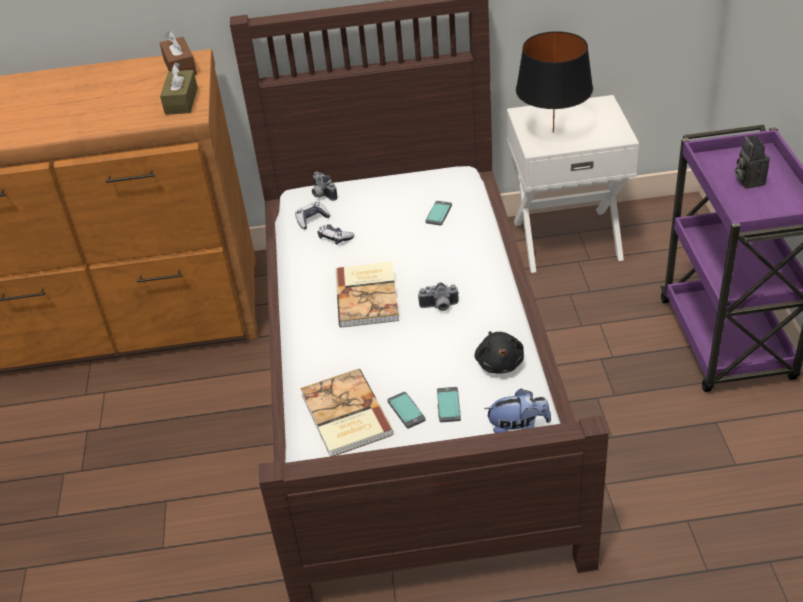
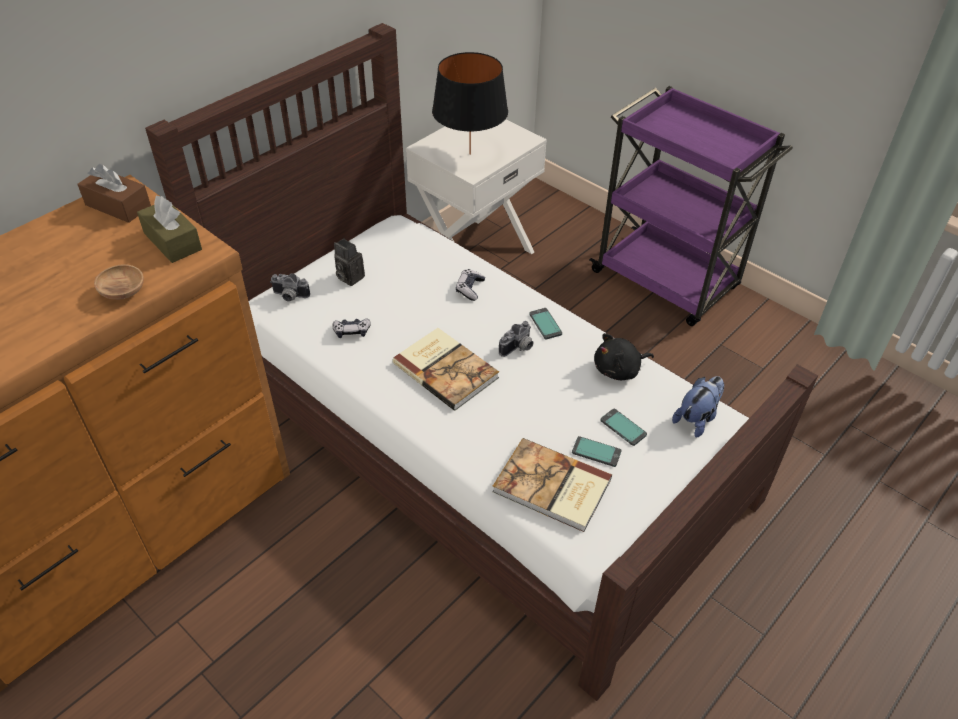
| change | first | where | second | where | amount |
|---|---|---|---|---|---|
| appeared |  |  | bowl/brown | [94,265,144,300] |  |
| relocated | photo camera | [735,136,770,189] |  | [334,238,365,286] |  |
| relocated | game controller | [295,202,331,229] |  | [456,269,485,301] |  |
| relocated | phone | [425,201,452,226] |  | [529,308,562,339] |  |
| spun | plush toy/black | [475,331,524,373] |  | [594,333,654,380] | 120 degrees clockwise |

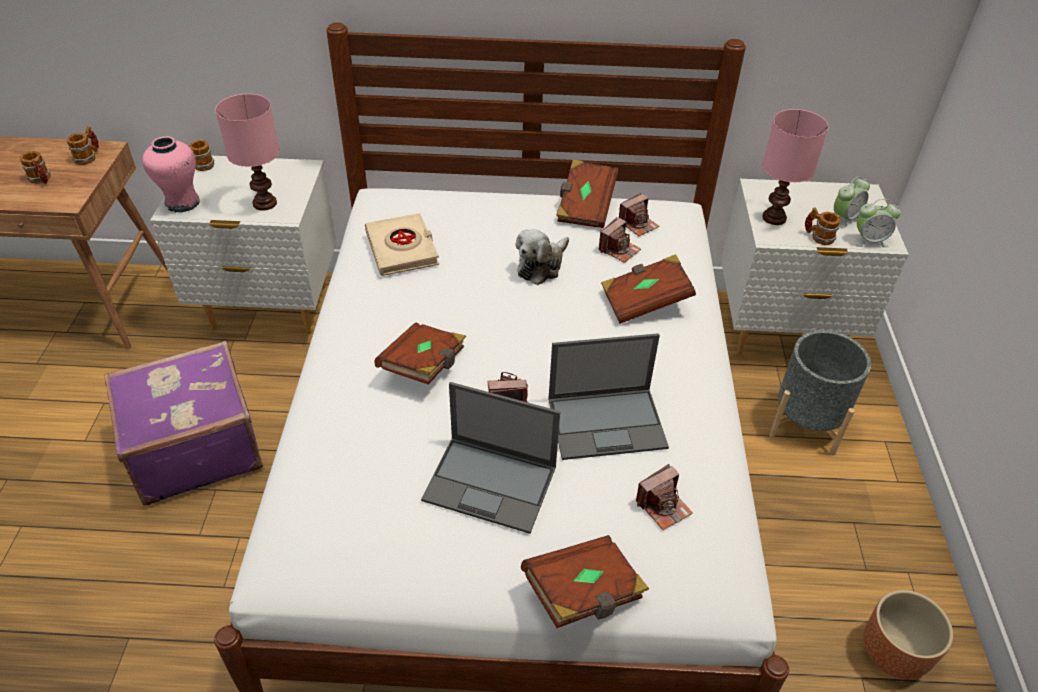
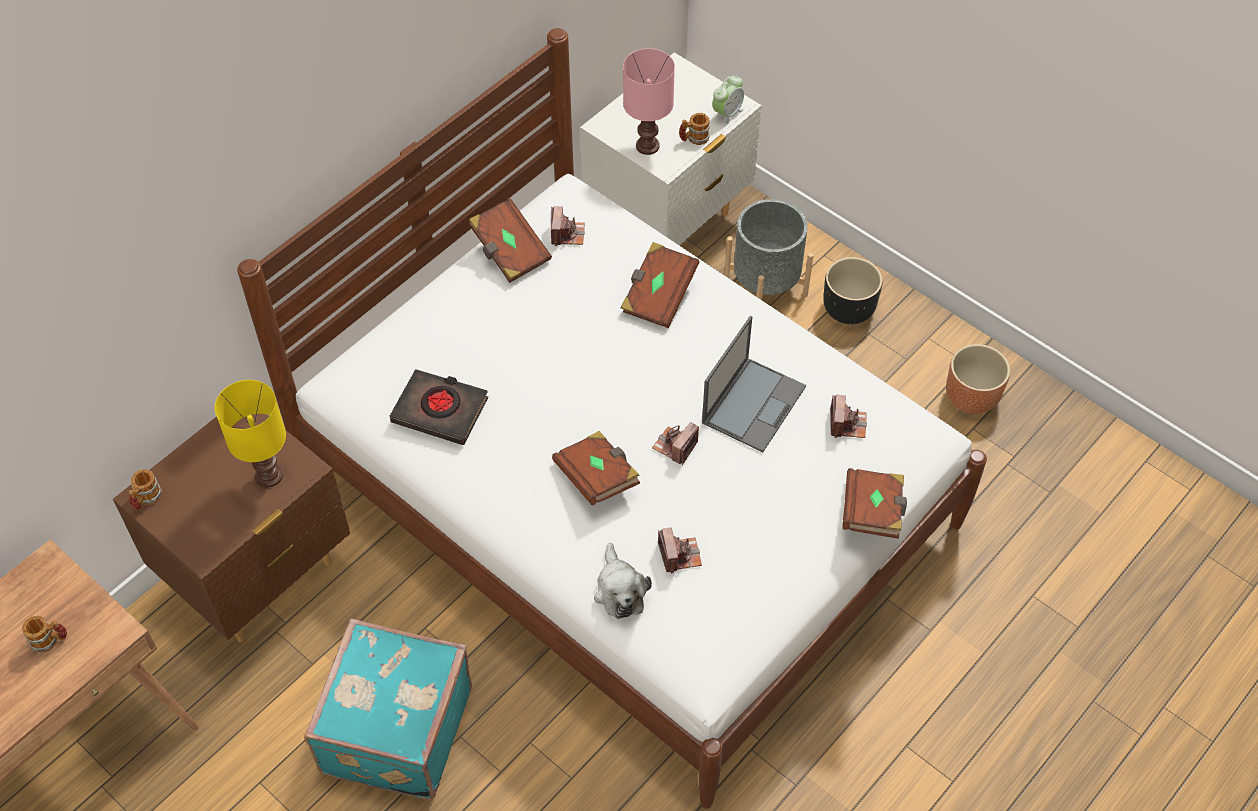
| change | first | where | second | where | amount |
|---|---|---|---|---|---|
| colour | nightstand/white | [150,156,337,334] | nightstand/brown | [113,414,350,642] |  |
| colour | table lamp/pink | [215,94,280,210] | table lamp/yellow | [215,380,286,487] |  |
| colour | suitcase/purple | [104,341,263,506] | suitcase/turquoise | [304,619,472,800] |  |
| colour | book/beige | [365,213,439,276] | book/black | [390,369,488,445] |  |
| relocated | plush toy | [516,229,569,285] |  | [594,543,652,619] |  |
| relocated | photo camera | [599,217,641,263] |  | [658,528,702,574] |  |
| appeared |  |  | planter/black | [823,257,882,324] |  |
| missing | mug | [66,126,99,165] |  |  |  |
| missing | vase/pink | [142,136,200,212] |  |  |  |
| missing | laptop | [421,382,560,534] |  |  |  |
| missing | alarm clock | [834,177,870,229] |  |  |  |

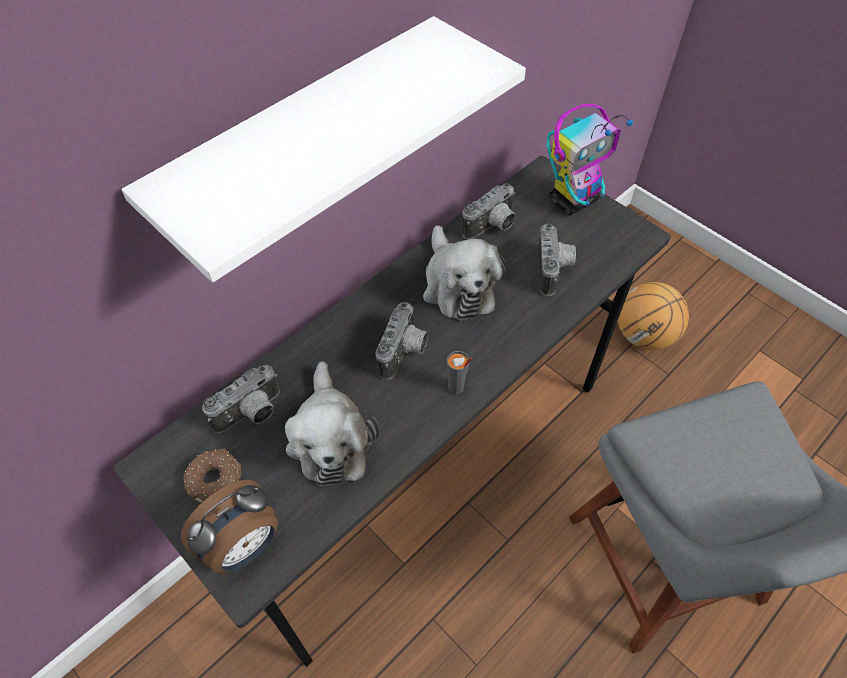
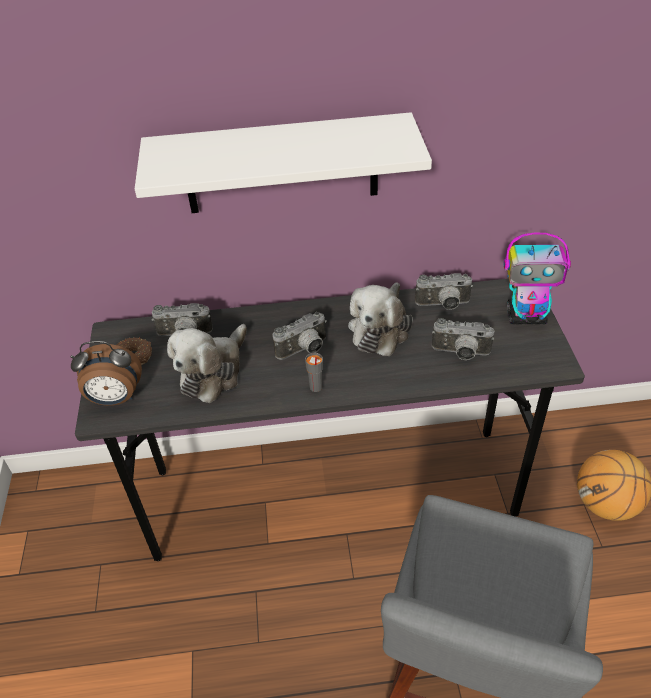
| change | first | where | second | where | amount |
|---|---|---|---|---|---|
| spun | photo camera | [538,224,576,296] |  | [432,318,494,360] | 60 degrees clockwise |

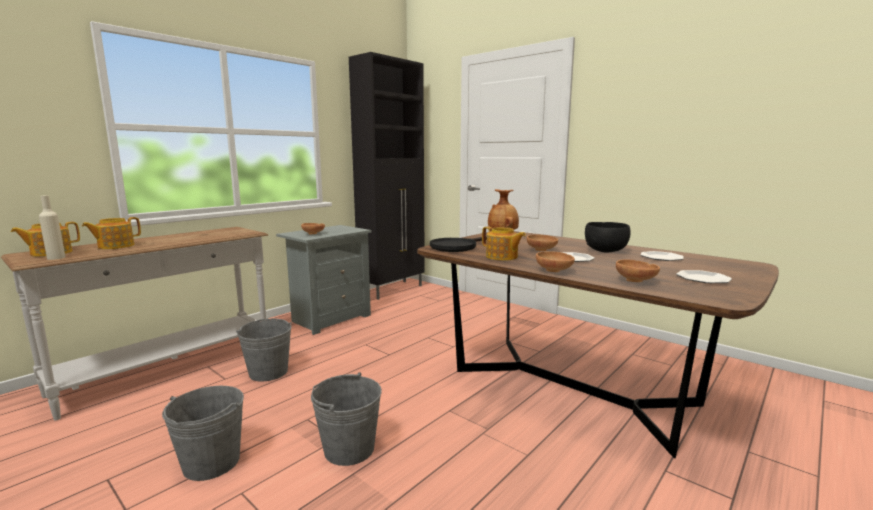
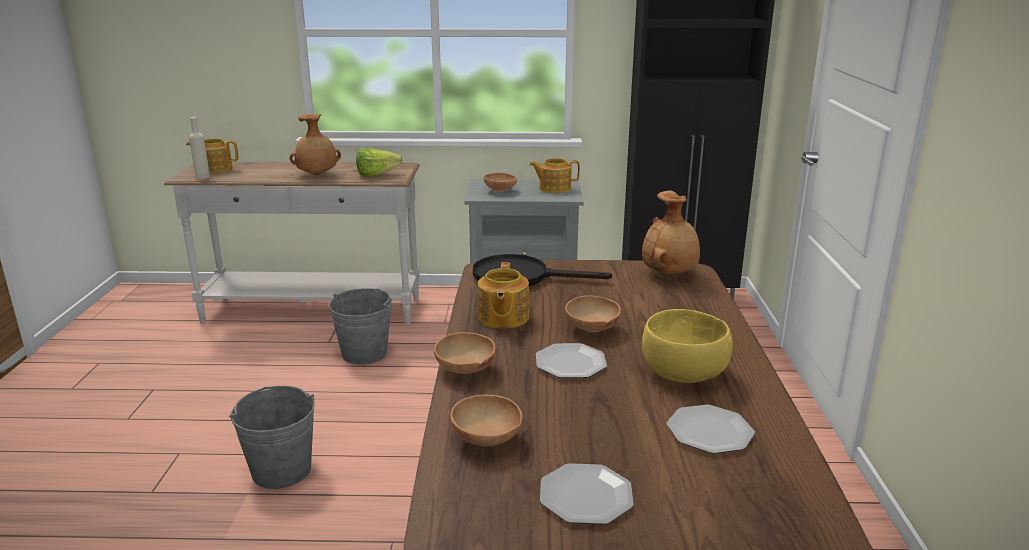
| change | first | where | second | where | amount |
|---|---|---|---|---|---|
| appeared |  |  | vase/brown | [290,114,341,175] |  |
| appeared |  |  | lettuce | [356,148,402,177] |  |
| relocated | teapot | [82,217,141,249] |  | [529,158,580,193] |  |
| colour | bowl/black | [585,222,631,253] | bowl/yellow | [642,309,733,383] |  |
| missing | bucket/grey | [162,386,244,481] |  |  |  |

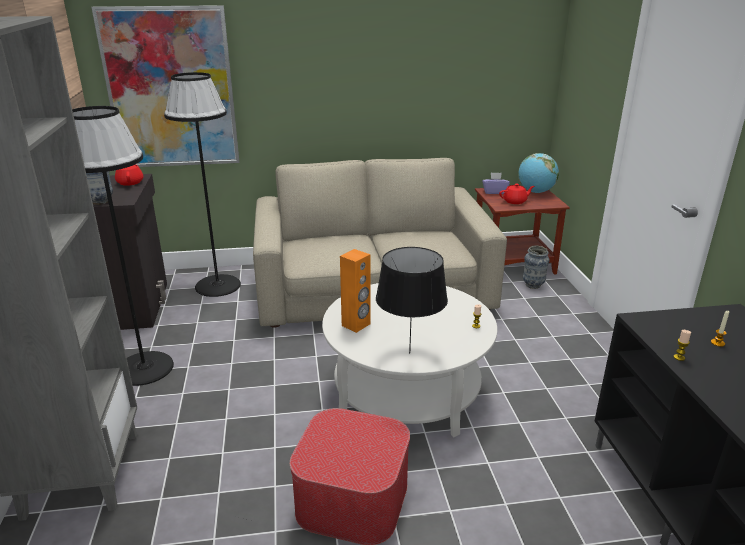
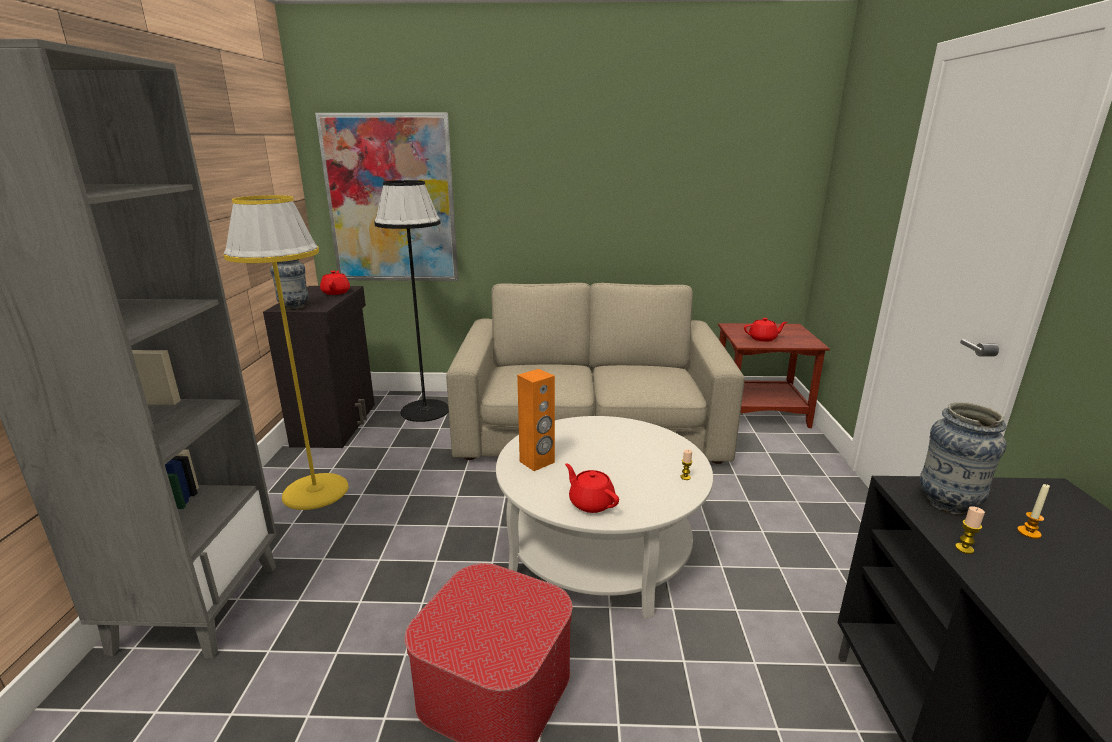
| change | first | where | second | where | amount |
|---|---|---|---|---|---|
| colour | floor lamp/black | [72,106,174,386] | floor lamp/yellow | [223,195,348,510] |  |
| exchanged | table lamp/black | [376,247,448,353] | teapot/red | [565,463,619,513] |  |
| relocated | vase | [523,245,549,289] |  | [920,402,1007,514] |  |
| missing | tissue box/purple | [482,173,510,194] |  |  |  |
| missing | globe | [518,153,559,193] |  |  |  |

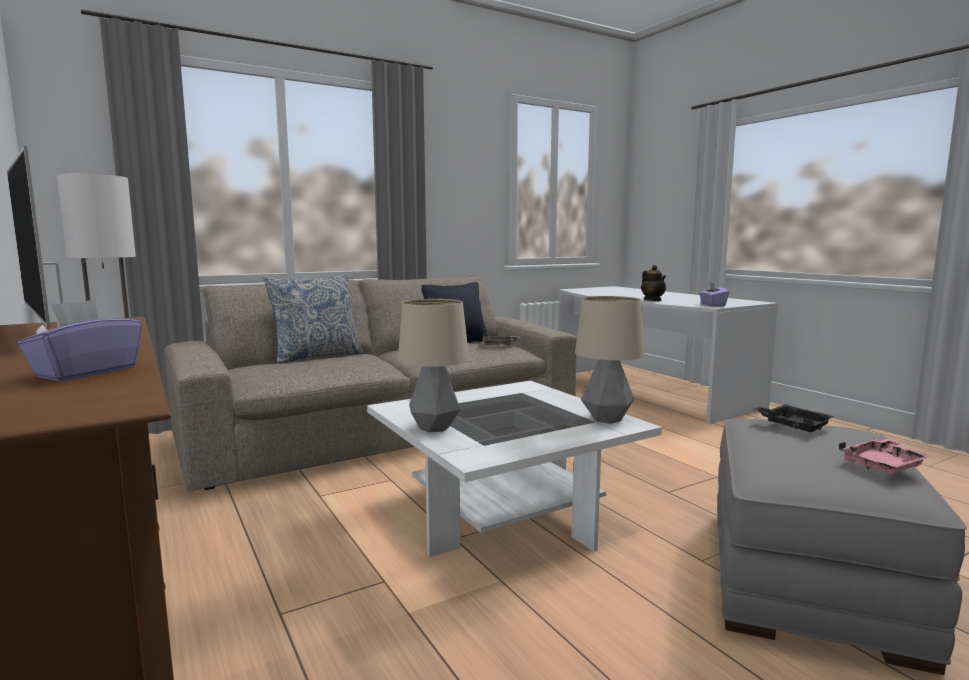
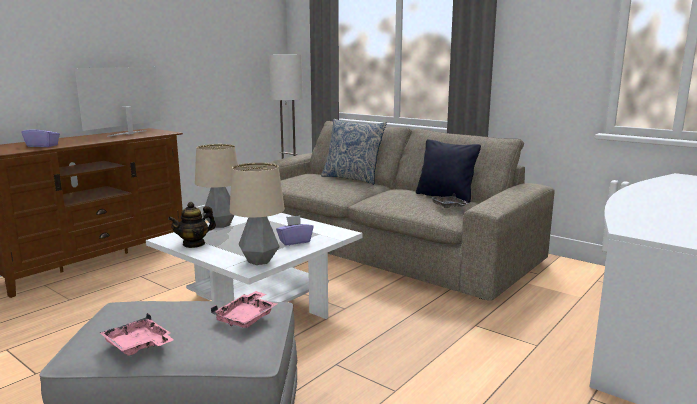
| change | first | where | second | where | amount |
|---|---|---|---|---|---|
| relocated | teapot | [641,265,666,301] |  | [168,202,216,248] |  |
| colour | tray/black | [754,404,835,432] | tray/pink | [211,291,277,328] |  |
| relocated | tissue box/purple | [699,282,729,306] |  | [276,215,313,245] |  |

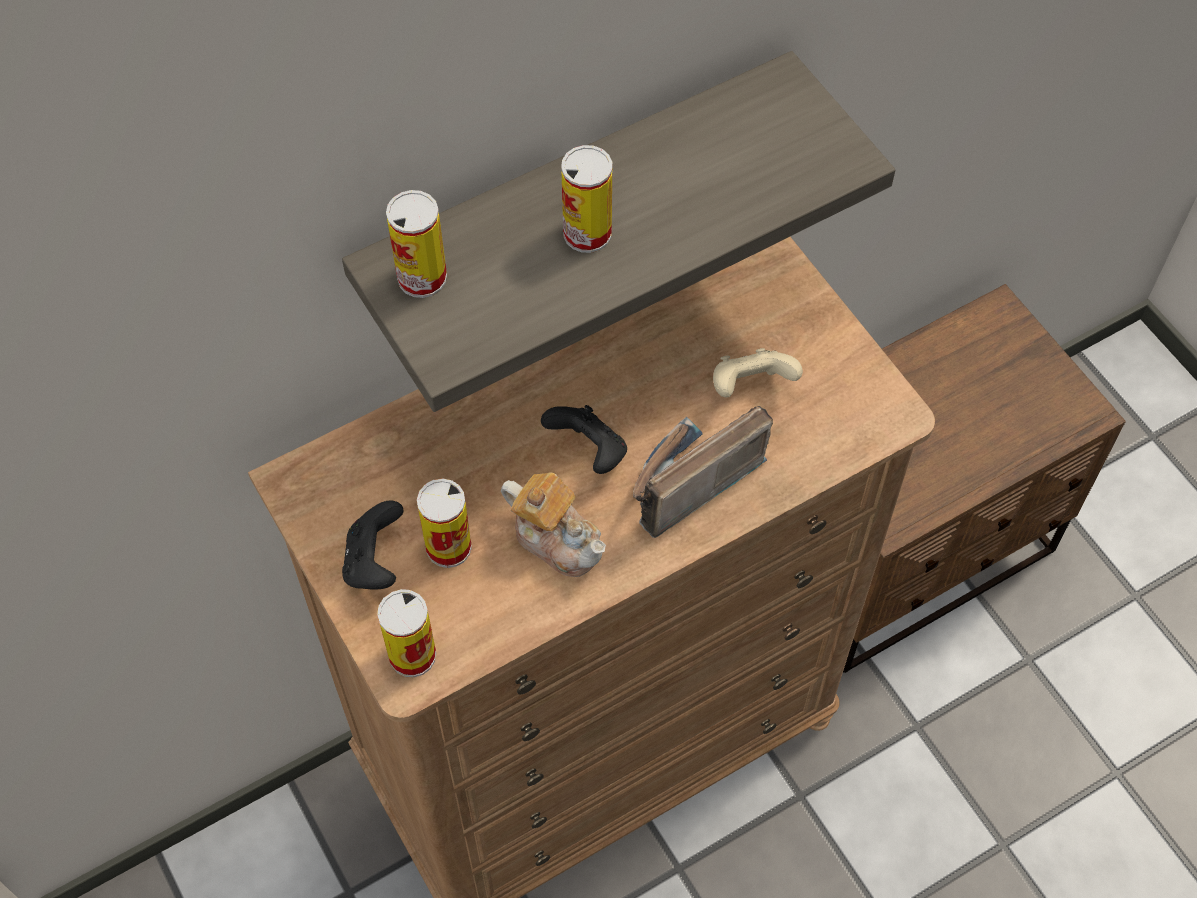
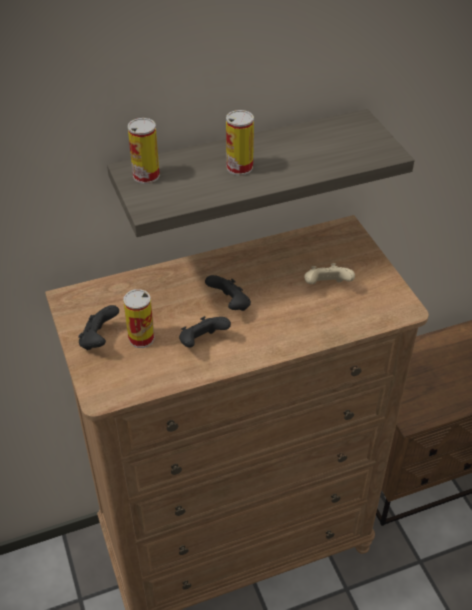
| change | first | where | second | where | amount |
|---|---|---|---|---|---|
| exchanged | teapot | [501,472,606,577] | game controller/black | [179,316,231,348] |  |
| missing | can | [377,589,436,677] |  |  |  |
| missing | radio | [633,406,773,538] |  |  |  |

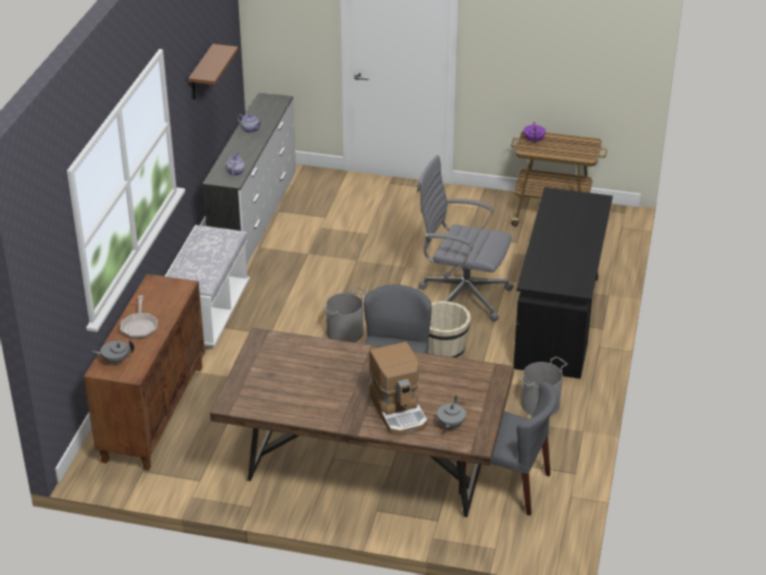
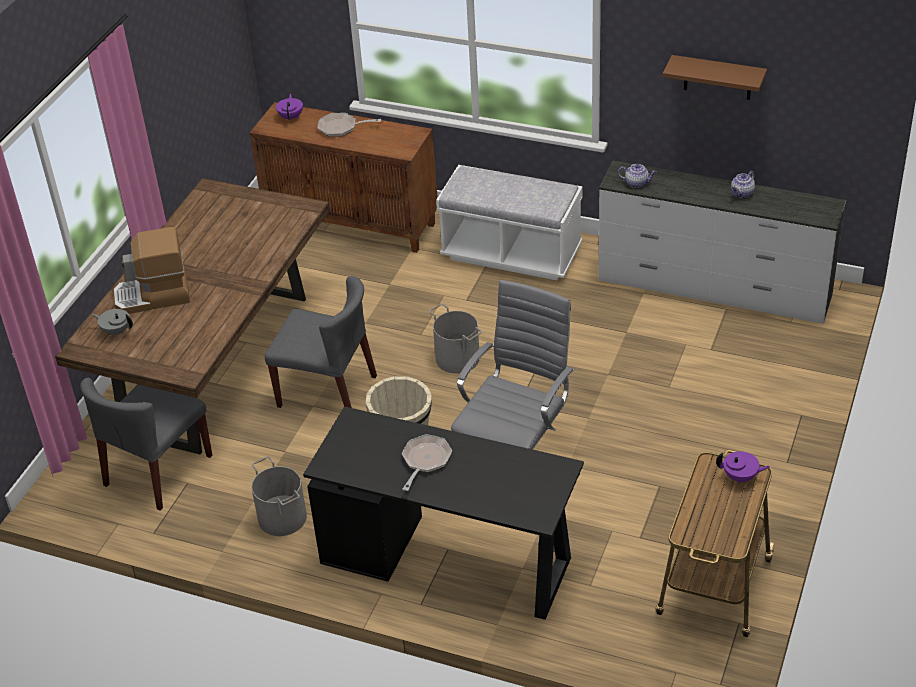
| change | first | where | second | where | amount |
|---|---|---|---|---|---|
| colour | teapot/grey | [92,340,134,365] | teapot/purple | [276,94,303,121] |  |
| appeared |  |  | frying pan | [402,434,452,491] |  |

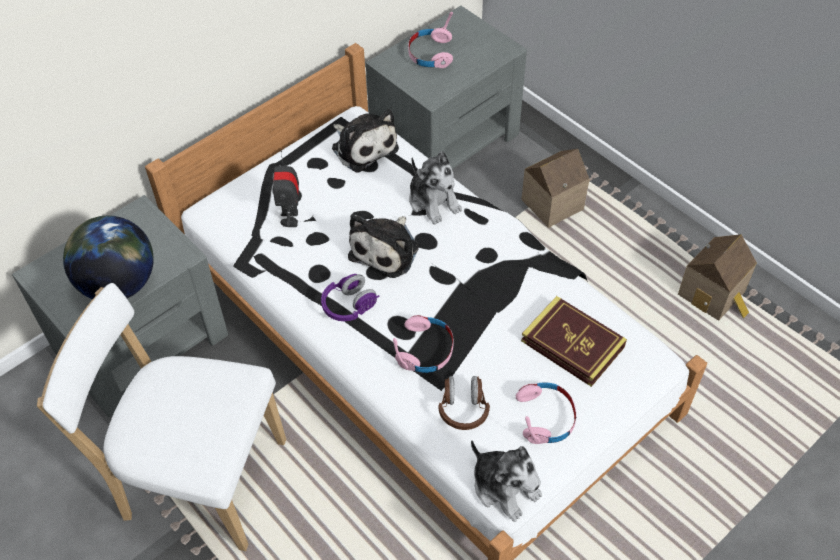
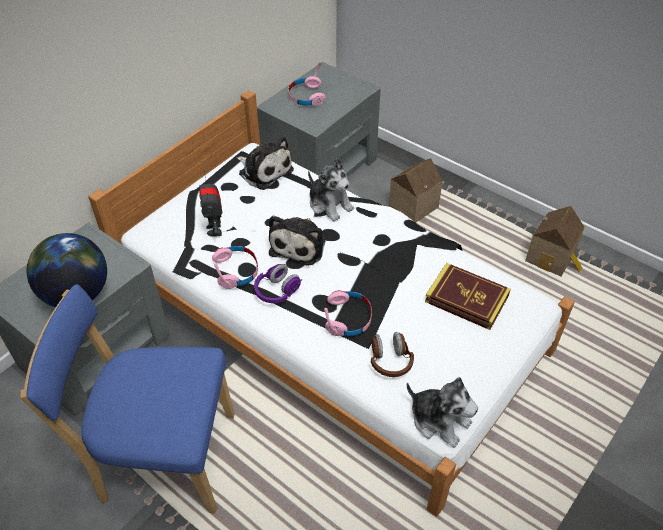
| change | first | where | second | where | amount |
|---|---|---|---|---|---|
| colour | chair/white | [37,283,286,551] | chair/blue | [20,284,235,514] |  |
| relocated | headphones/pink | [516,382,576,444] |  | [212,246,258,289] |  |

